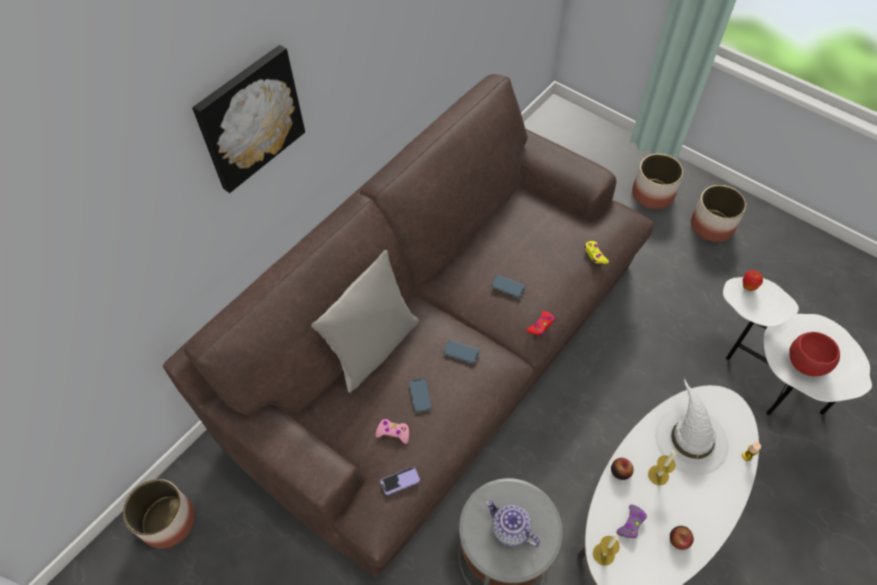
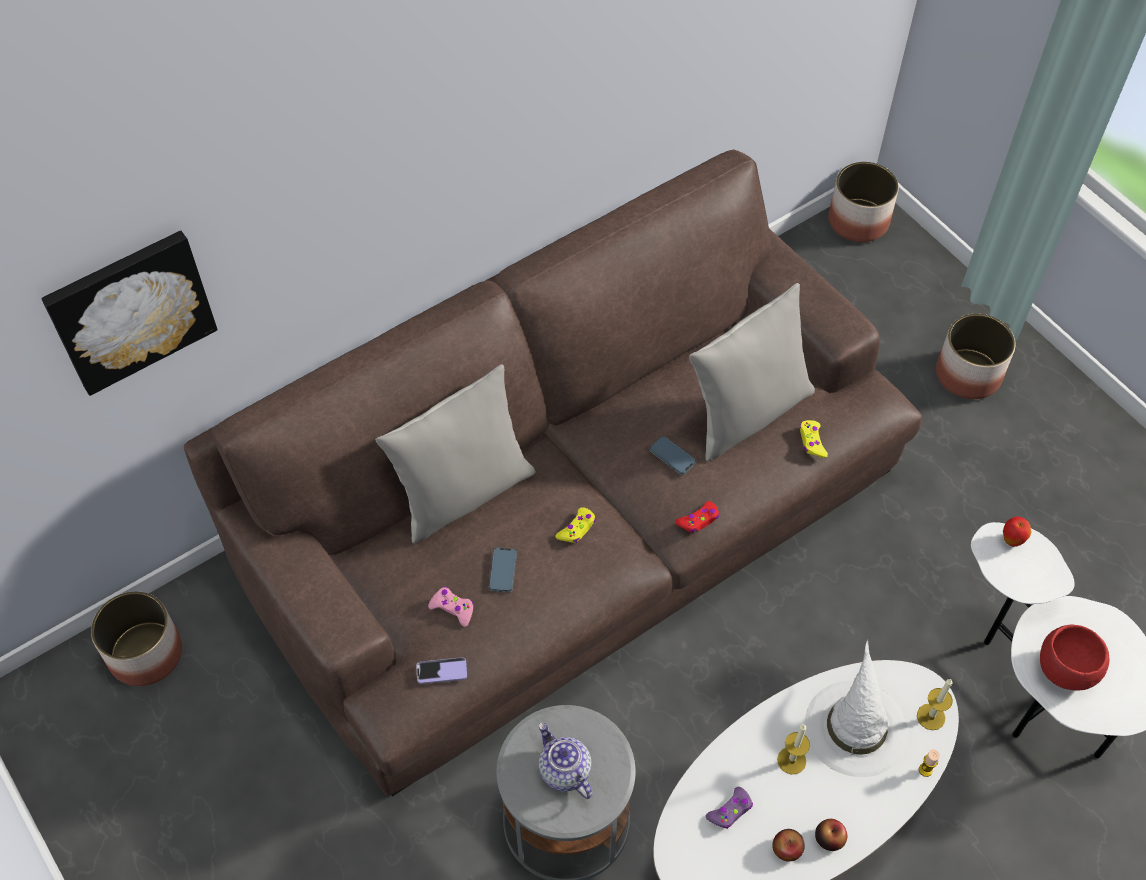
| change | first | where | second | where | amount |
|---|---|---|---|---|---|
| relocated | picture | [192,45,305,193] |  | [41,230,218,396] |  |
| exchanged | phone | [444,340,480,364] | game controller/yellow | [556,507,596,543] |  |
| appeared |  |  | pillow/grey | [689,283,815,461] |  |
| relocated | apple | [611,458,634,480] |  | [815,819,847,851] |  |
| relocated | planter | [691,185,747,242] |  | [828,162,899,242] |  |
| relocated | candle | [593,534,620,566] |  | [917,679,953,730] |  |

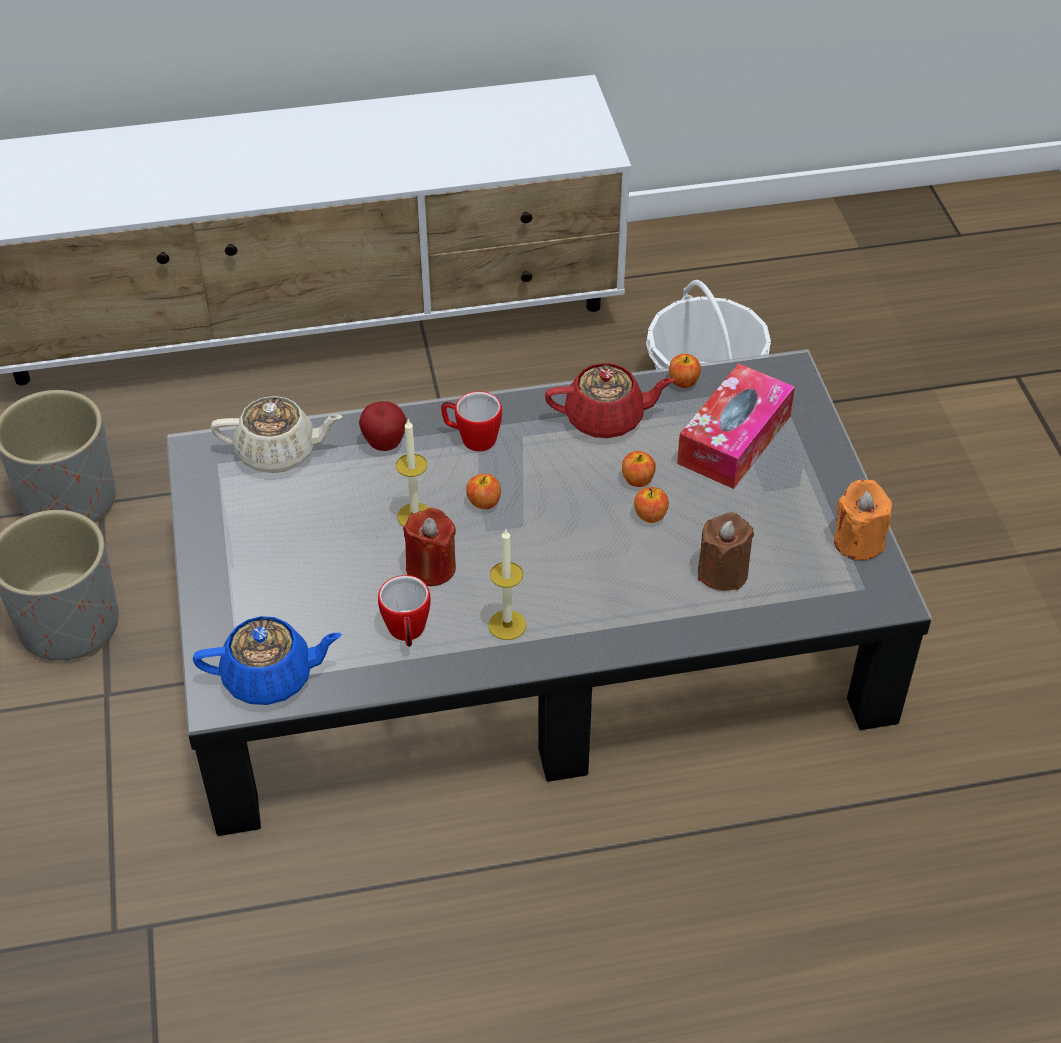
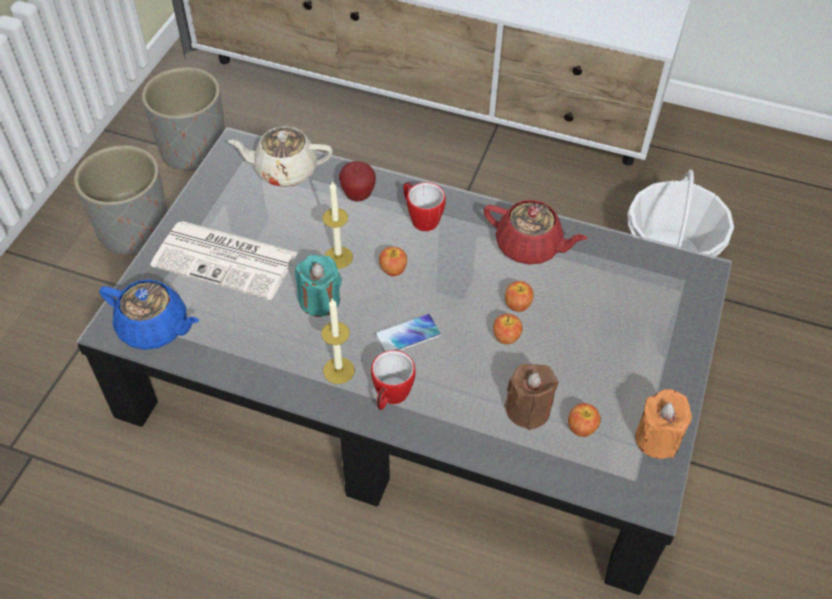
| change | first | where | second | where | amount |
|---|---|---|---|---|---|
| appeared |  |  | newspaper | [150,221,298,300] |  |
| spun | teapot/beige | [211,396,342,473] |  | [228,126,333,187] | 150 degrees clockwise |
| colour | candle/red | [403,508,456,586] | candle/turquoise | [295,255,342,317] |  |
| relocated | mug | [378,575,431,647] |  | [371,350,416,410] |  |
| appeared |  |  | phone | [374,314,441,352] |  |
| relocated | apple | [669,354,701,388] |  | [568,403,601,437] |  |
| missing | tissue box | [677,364,795,489] |  |  |  |

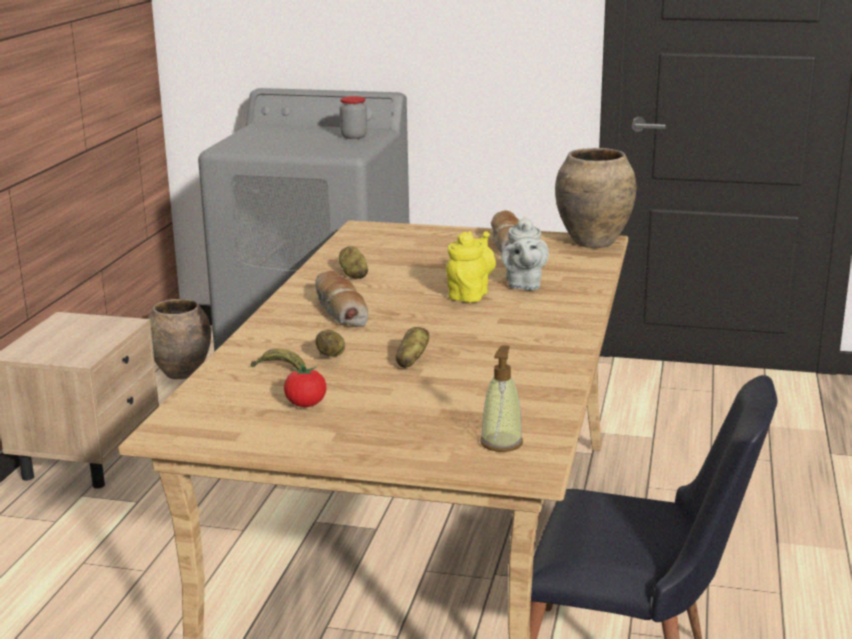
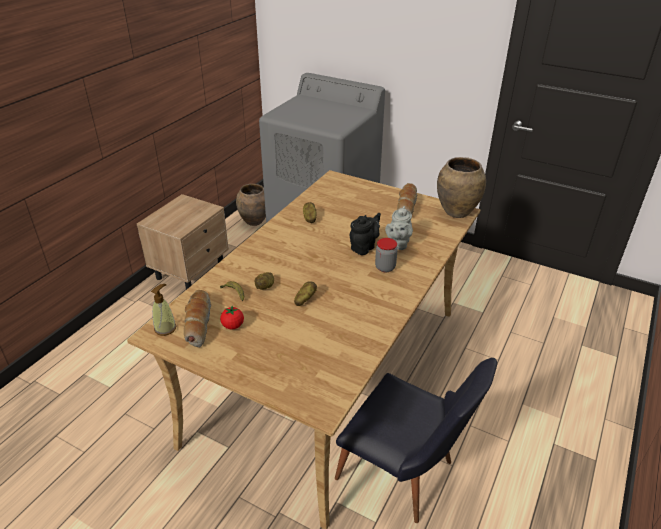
| change | first | where | second | where | amount |
|---|---|---|---|---|---|
| relocated | soap dispenser | [480,345,523,452] |  | [151,284,176,336] |  |
| relocated | bread | [315,271,369,327] |  | [184,290,211,348] |  |
| colour | teapot/yellow | [446,231,496,303] | teapot/black | [350,213,381,255] |  |
| relocated | jar | [340,96,367,139] |  | [375,238,398,272] |  |

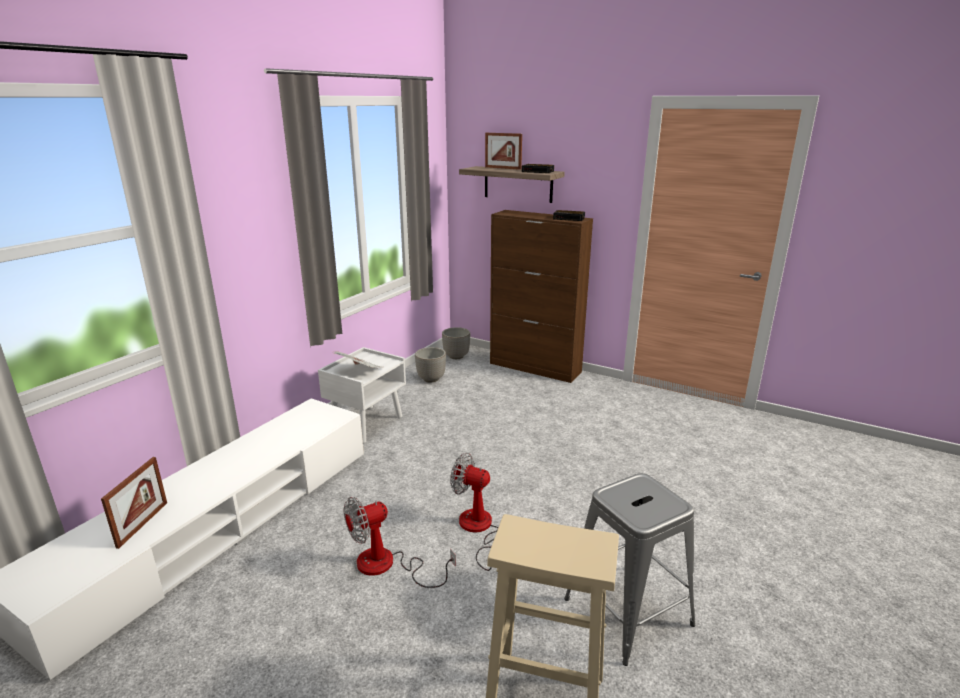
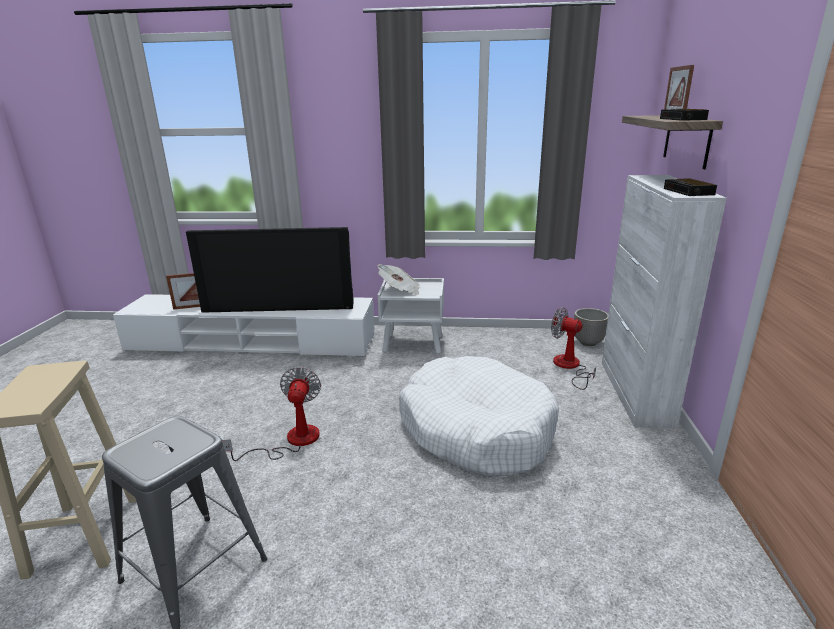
| change | first | where | second | where | amount |
|---|---|---|---|---|---|
| appeared |  |  | television | [186,227,354,313] |  |
| appeared |  |  | dog bed/white | [399,356,559,477] |  |
| relocated | fan | [344,497,456,588] |  | [551,307,596,390] |  |
| colour | cabinet/brown | [490,210,593,383] | cabinet/white | [602,175,727,428] |  |
| missing | planter | [415,347,446,382] |  |  |  |

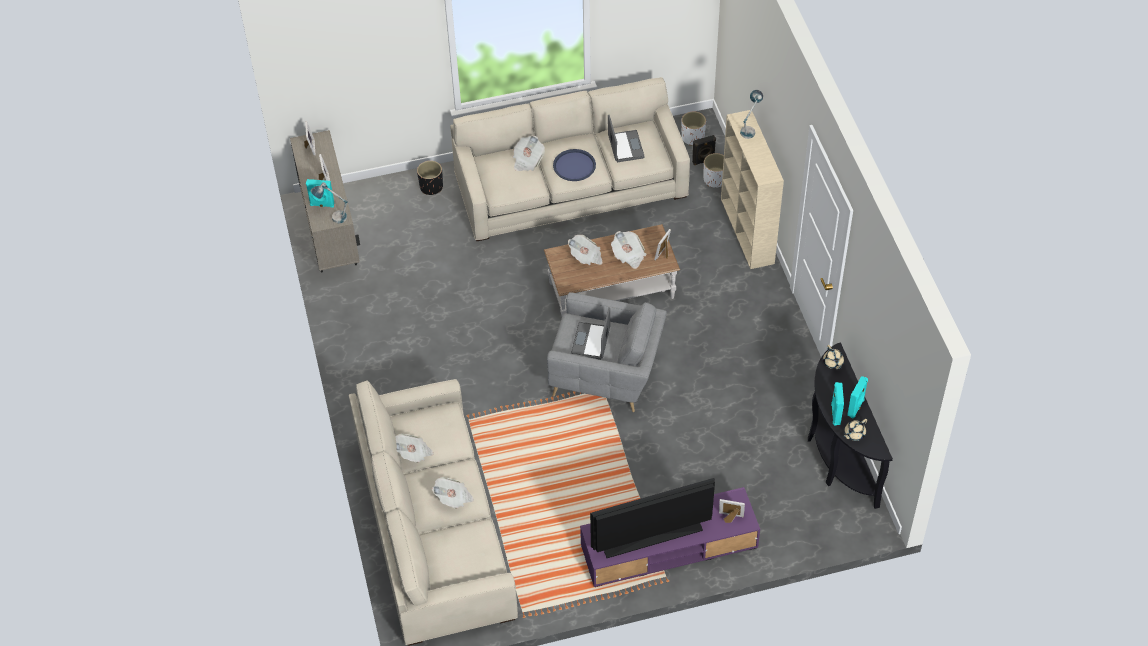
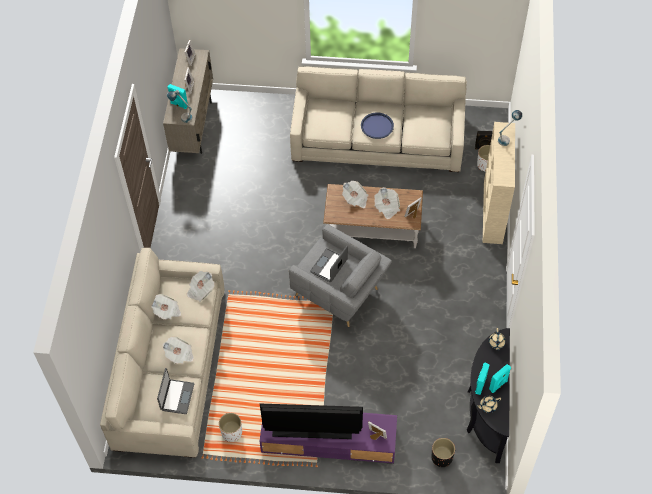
| change | first | where | second | where | amount |
|---|---|---|---|---|---|
| relocated | laptop | [608,115,645,162] |  | [157,368,194,414] |  |
| relocated | newspaper | [513,135,545,171] |  | [186,271,215,302] |  |
| relocated | planter/white | [682,112,706,146] |  | [219,413,242,442] |  |
| relocated | planter/black | [417,161,443,195] |  | [431,438,455,467] |  |

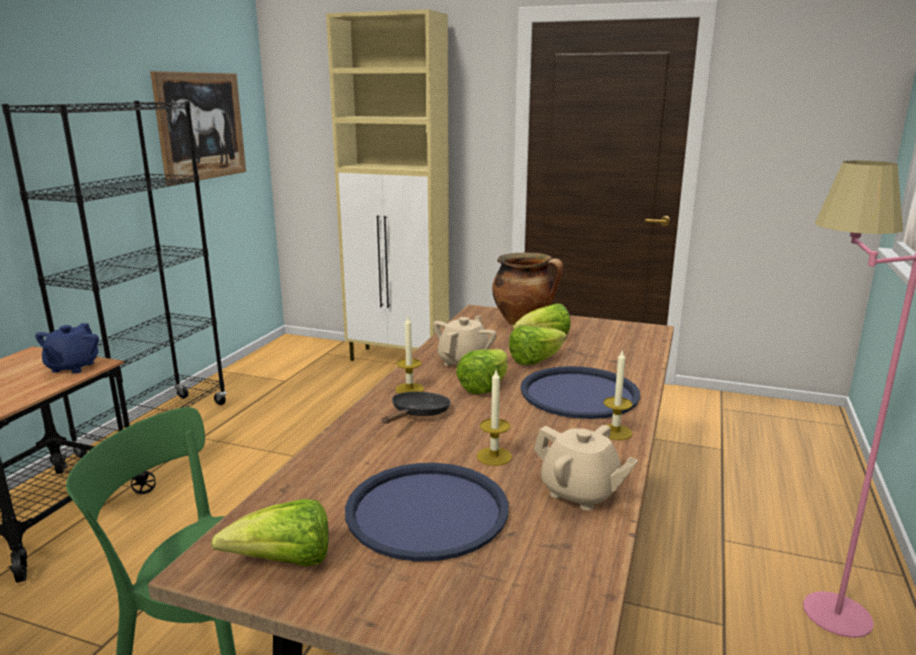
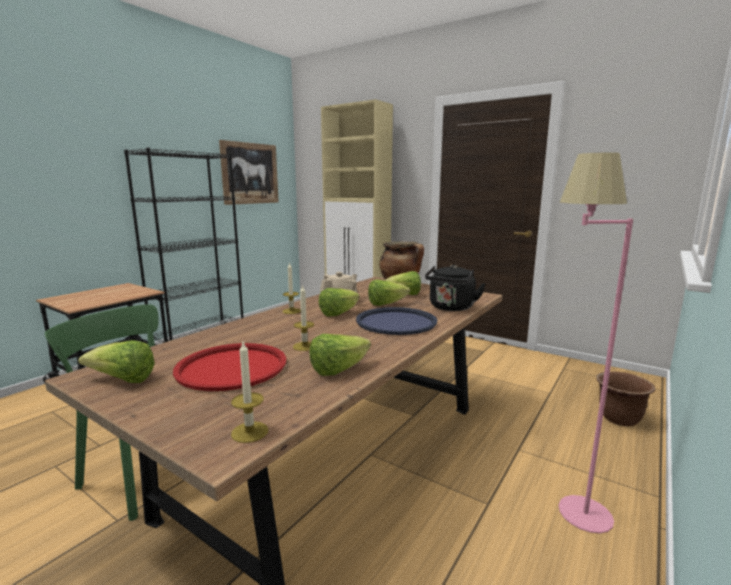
| change | first | where | second | where | amount |
|---|---|---|---|---|---|
| colour | tray/blue | [345,463,509,562] | tray/red | [173,343,286,391] |  |
| relocated | candle | [603,349,632,440] |  | [231,342,268,443] |  |
| exchanged | teapot/beige | [534,425,638,511] | lettuce | [309,334,371,376] |  |
| appeared |  |  | kettle/black | [425,265,486,311] |  |
| appeared |  |  | planter/brown | [596,372,655,427] |  |
| missing | teapot/blue | [35,323,99,374] |  |  |  |
| missing | frying pan/black | [382,392,451,424] |  |  |  |

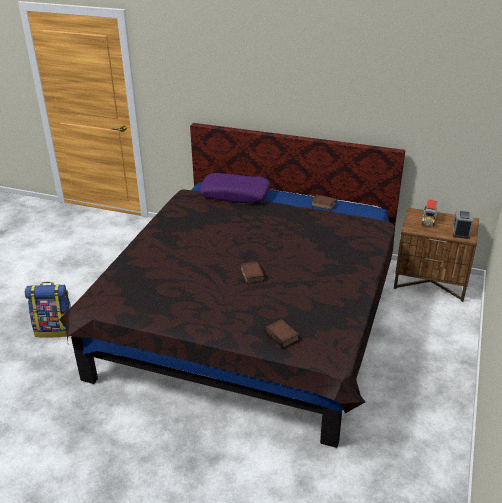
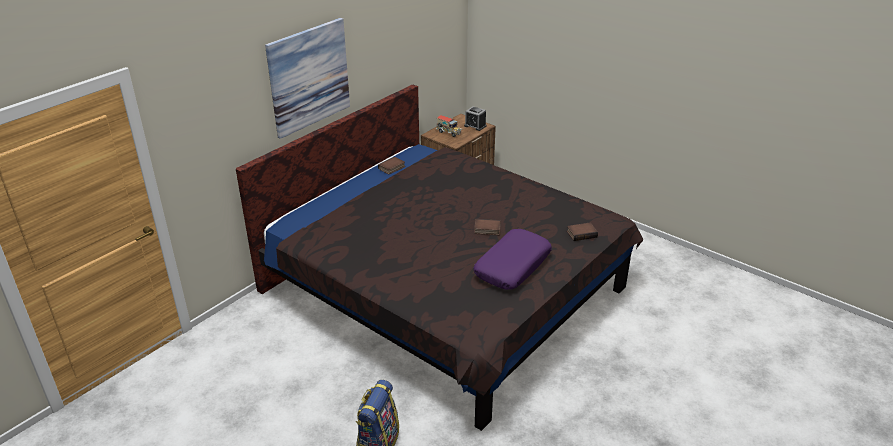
| change | first | where | second | where | amount |
|---|---|---|---|---|---|
| appeared |  |  | picture | [265,18,350,139] |  |
| relocated | pillow/purple | [200,173,270,203] |  | [474,229,552,290] |  |

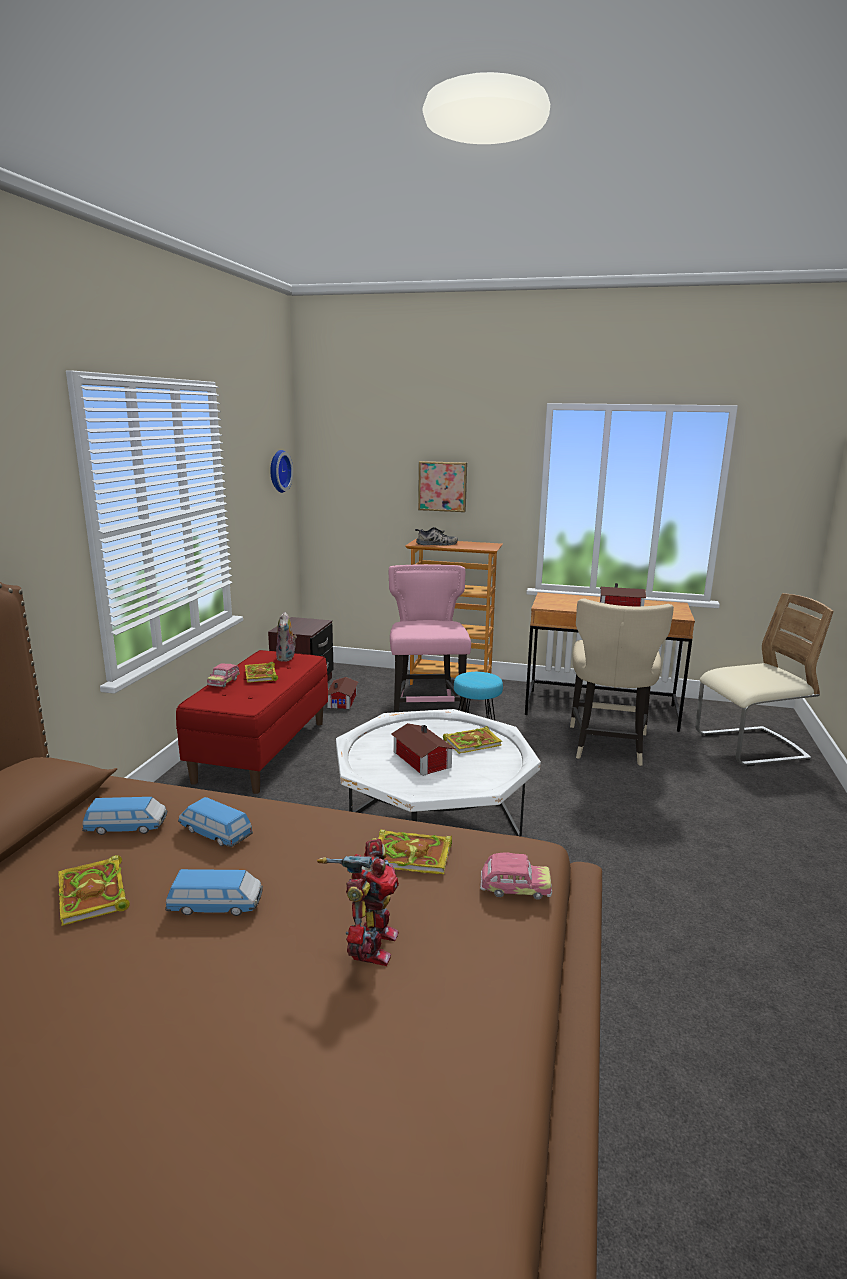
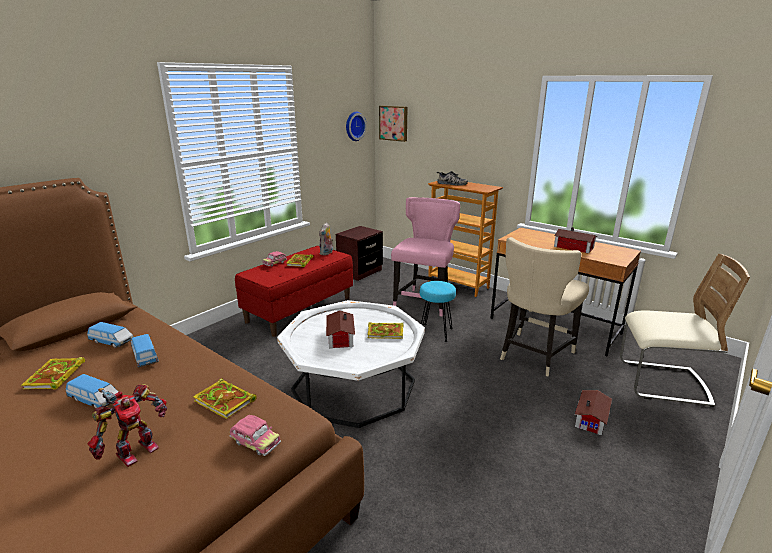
| change | first | where | second | where | amount |
|---|---|---|---|---|---|
| relocated | picture | [418,461,467,512] |  | [379,106,407,142] |  |
| relocated | toy house | [327,677,358,709] |  | [575,390,612,436] |  |

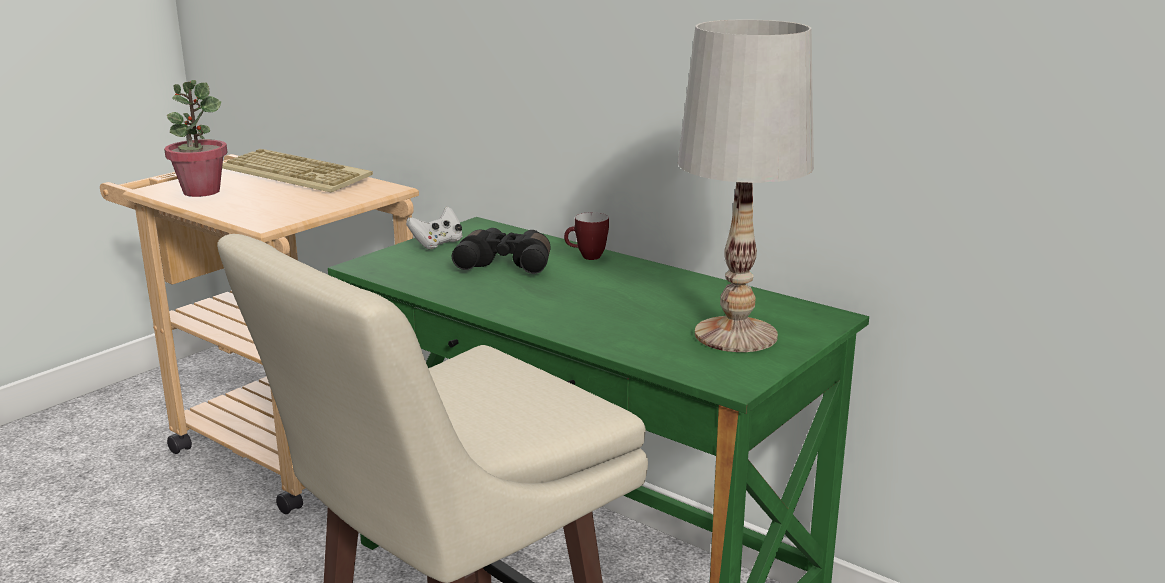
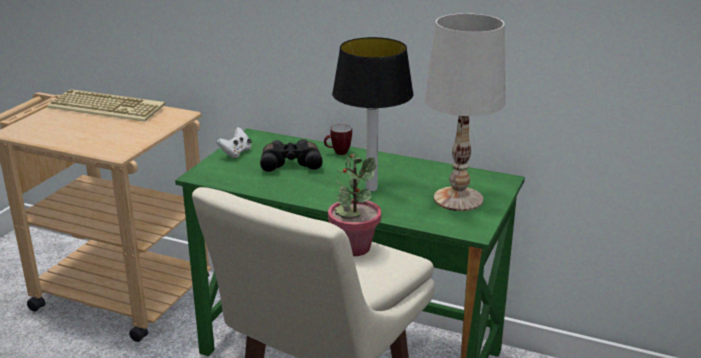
| change | first | where | second | where | amount |
|---|---|---|---|---|---|
| relocated | potted plant | [164,80,227,197] |  | [328,153,382,256] |  |
| appeared |  |  | table lamp | [332,37,414,191] |  |

